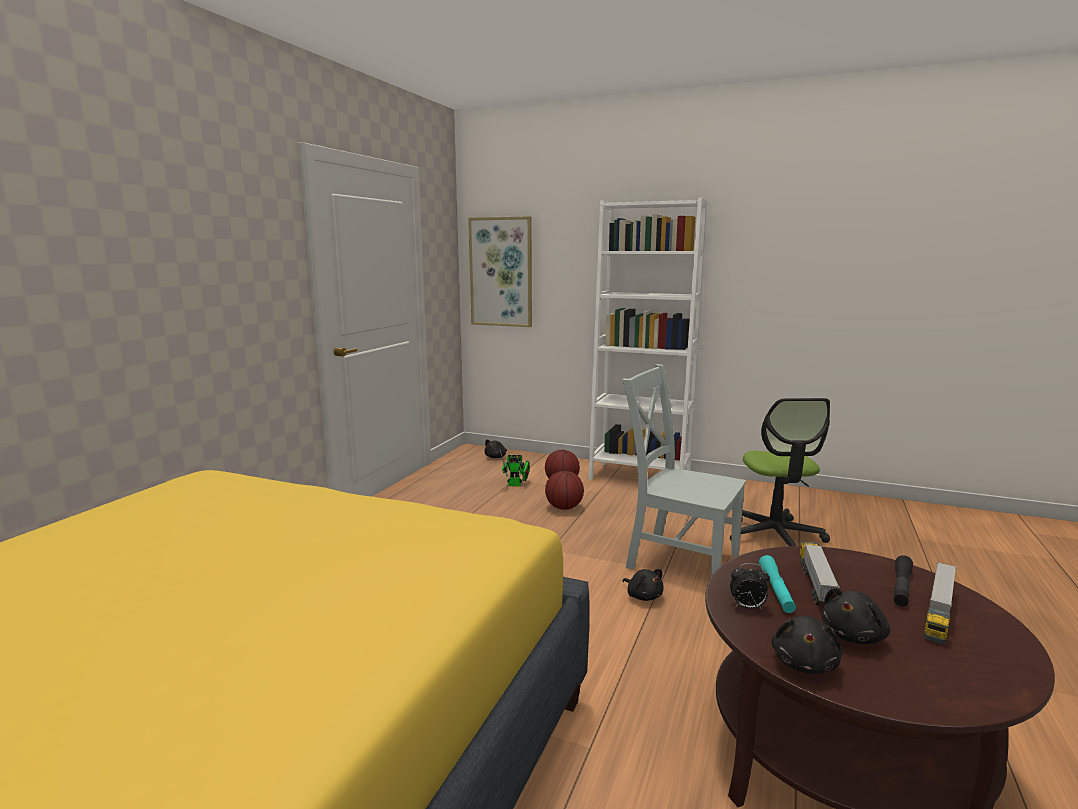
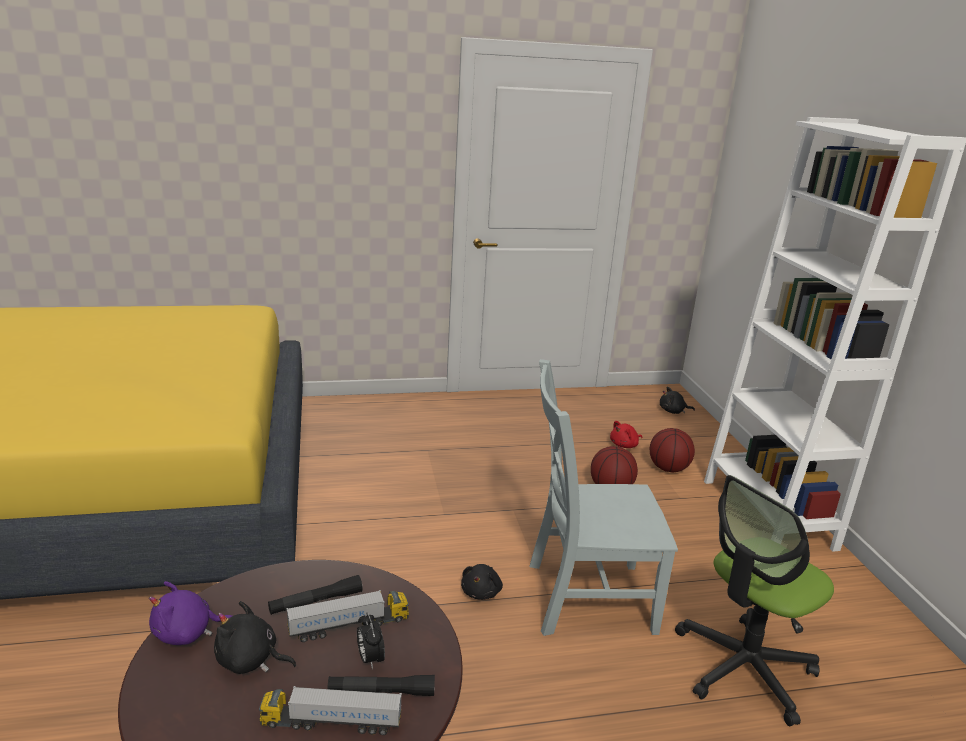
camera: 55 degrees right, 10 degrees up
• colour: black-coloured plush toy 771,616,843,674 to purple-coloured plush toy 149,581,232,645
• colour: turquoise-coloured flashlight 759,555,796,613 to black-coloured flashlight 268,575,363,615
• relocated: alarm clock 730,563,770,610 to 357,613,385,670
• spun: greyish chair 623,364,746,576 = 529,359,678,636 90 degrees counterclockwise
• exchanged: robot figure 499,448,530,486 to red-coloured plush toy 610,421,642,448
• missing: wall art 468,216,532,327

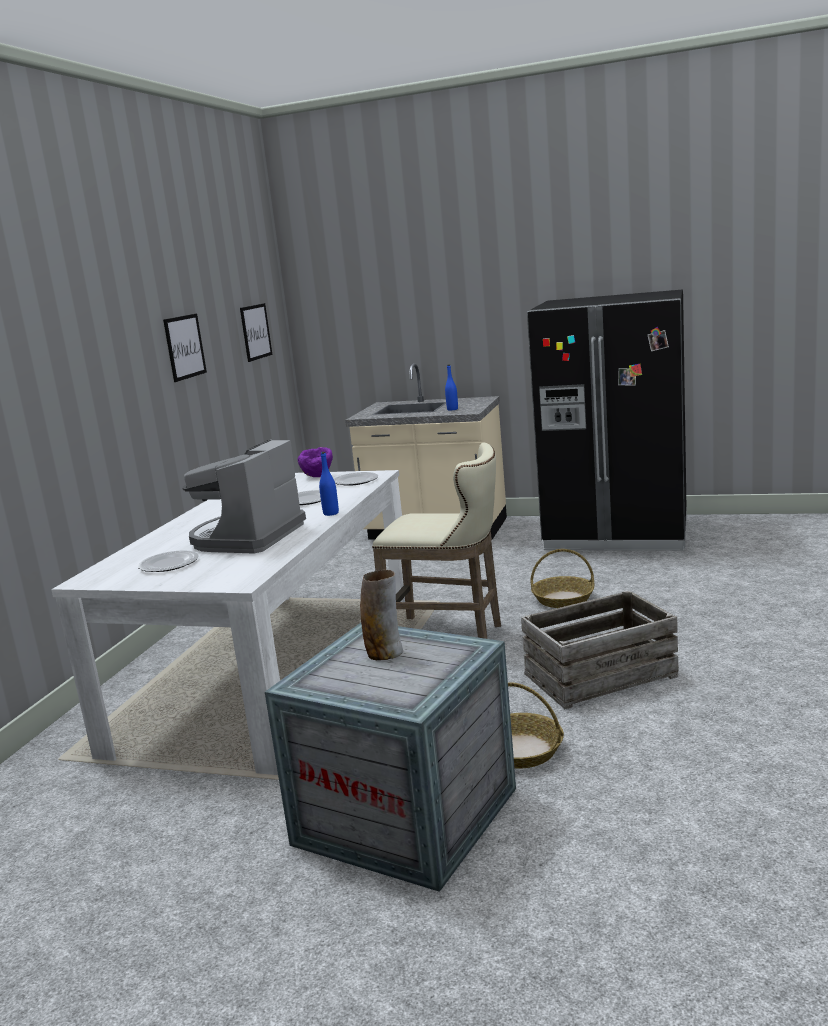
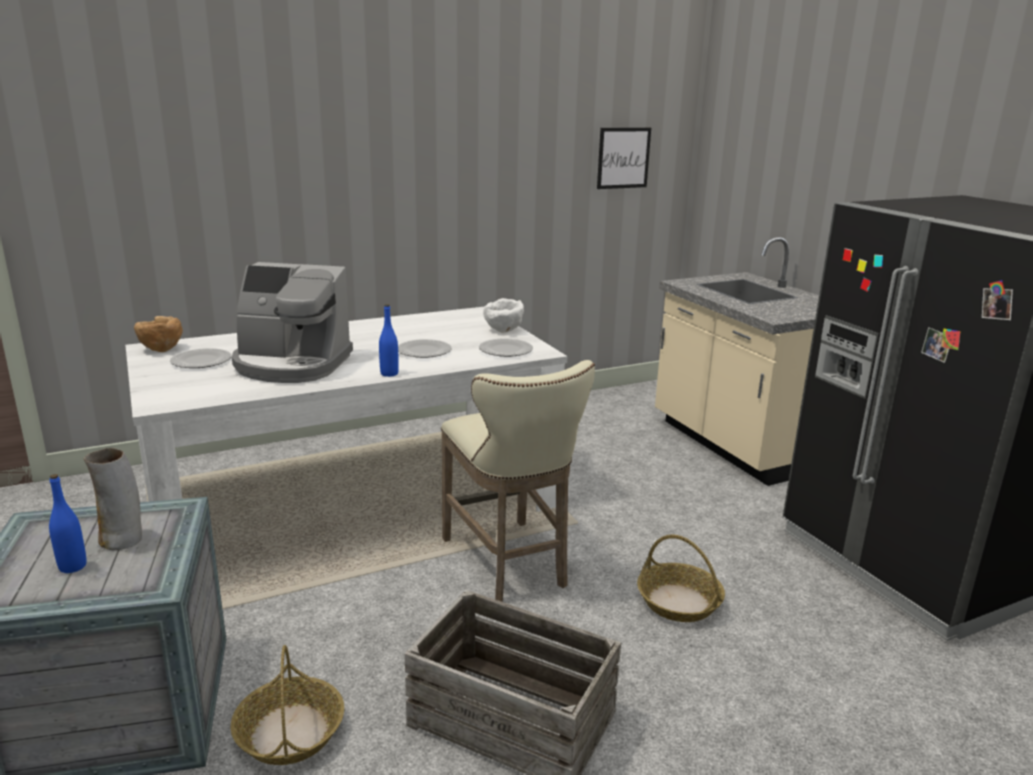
camera: 45 degrees right, 5 degrees up
• relocated: blue-coloured beverage bottle 445,364,458,410 to 49,474,87,573
• appeared: brownish bowl 134,316,183,352
• spun: coffee machine 182,439,306,554 = 232,262,353,383 150 degrees counterclockwise
• colour: purple-coloured bowl 298,447,333,477 to white bowl 483,298,524,333
• missing: wall art 163,314,207,382

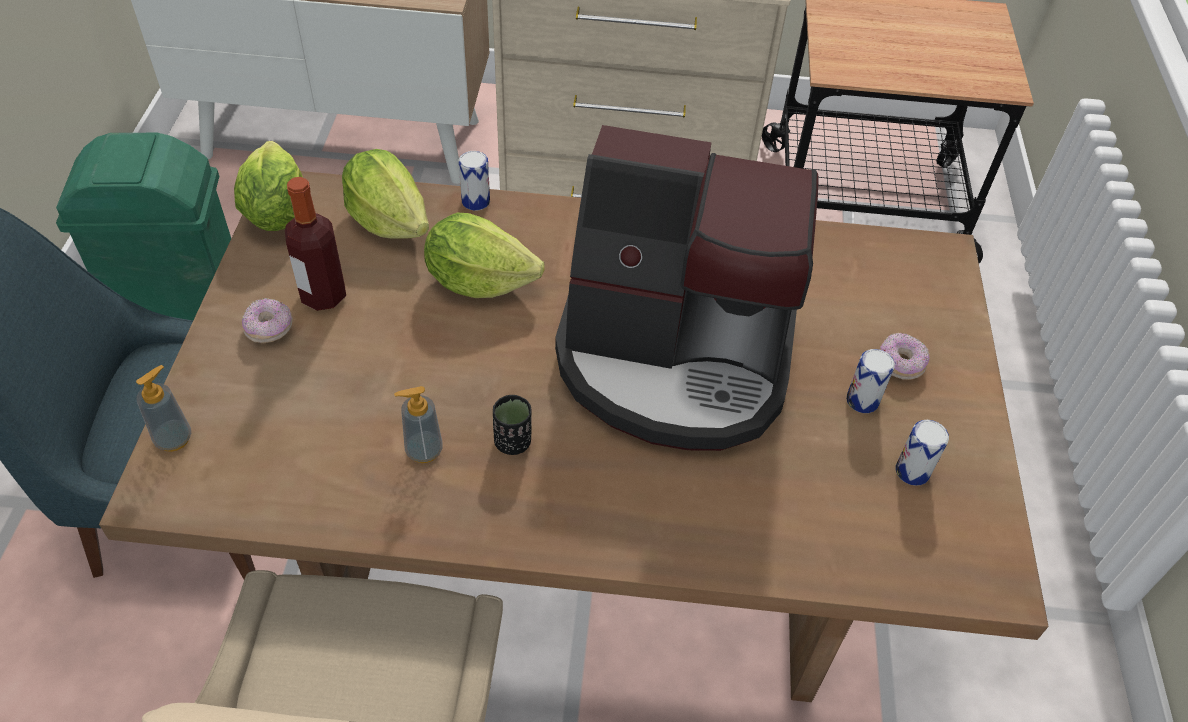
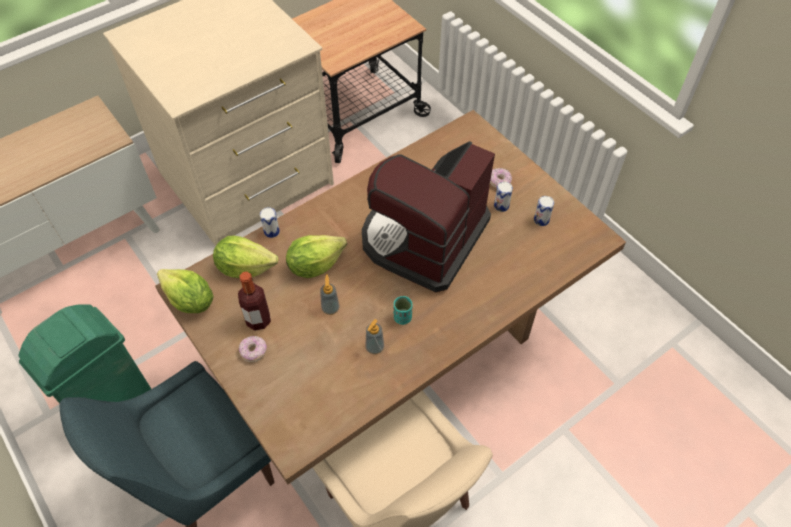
camera: 40 degrees left, 5 degrees up
• relocated: liquid soap bottle 136,365,191,452 to 320,275,340,315
• spun: coffee machine 555,125,819,451 = 362,141,495,292 150 degrees clockwise
• colour: black-coloured small cup 493,395,532,455 to turquoise-coloured small cup 394,296,412,325

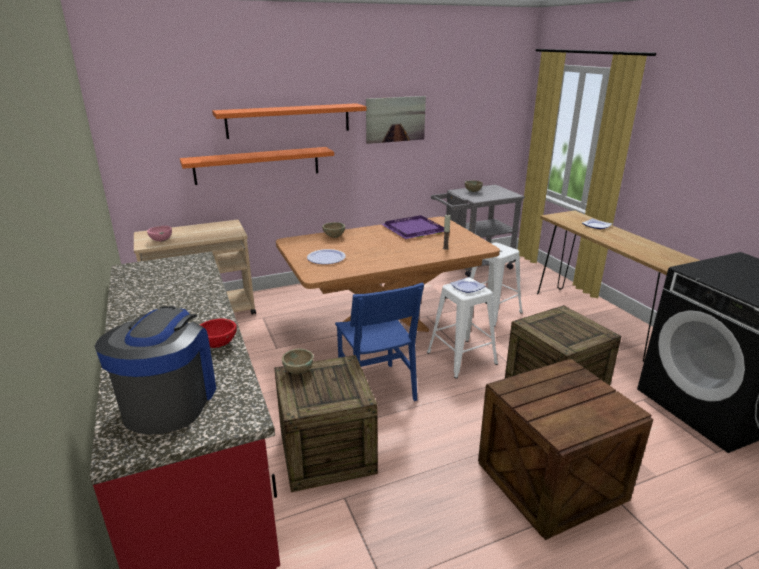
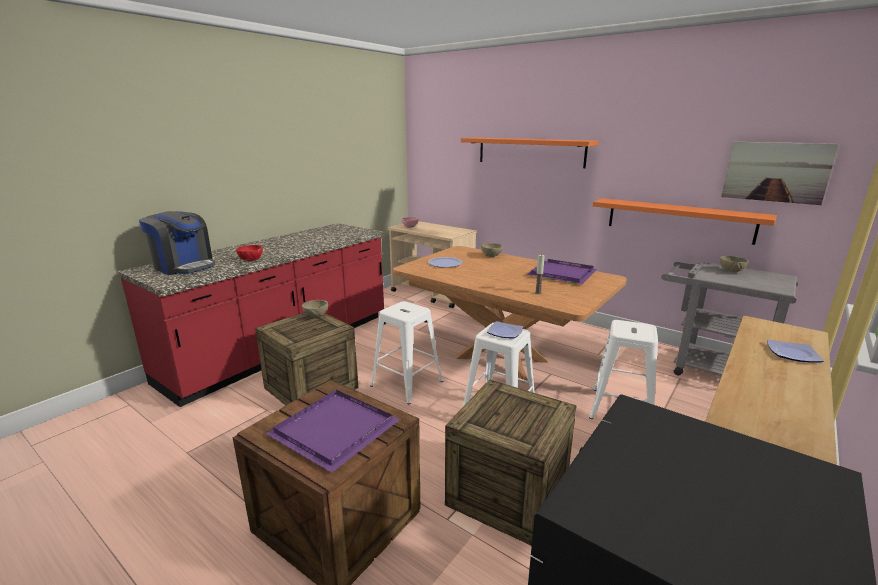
camera: 60 degrees right, 5 degrees down
• spun: coffee machine 94,306,217,435 = 139,211,215,275 60 degrees clockwise
• appeared: purple-coloured carrying tray 265,390,400,473
• exchanged: blue-coloured chair 335,282,424,401 to white sitting stool 370,301,443,404
• relocated: orangey bracket shelf 180,147,334,185 to 593,198,777,245
• relocated: wall art 366,96,426,144 to 721,141,839,205

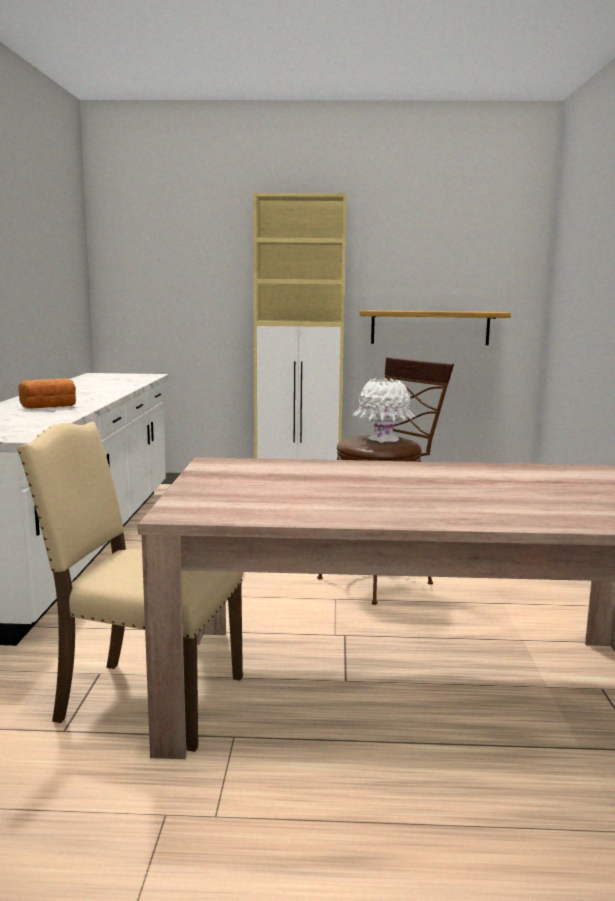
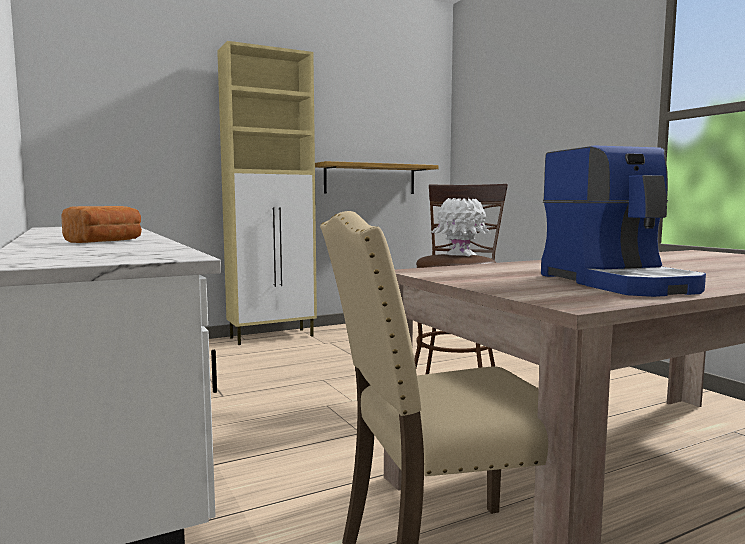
camera: 30 degrees left, 5 degrees down
• appeared: coffee machine 541,145,706,297

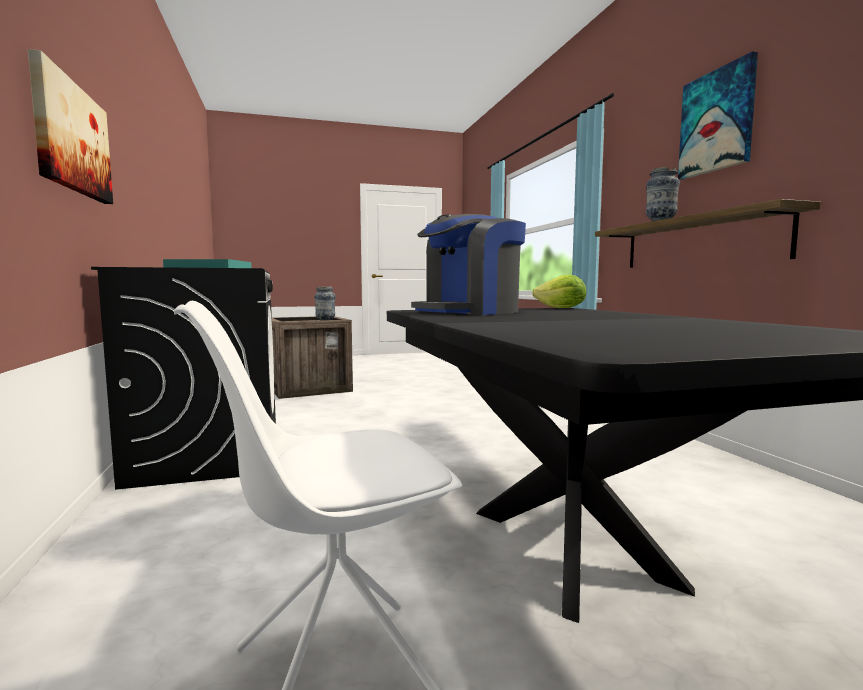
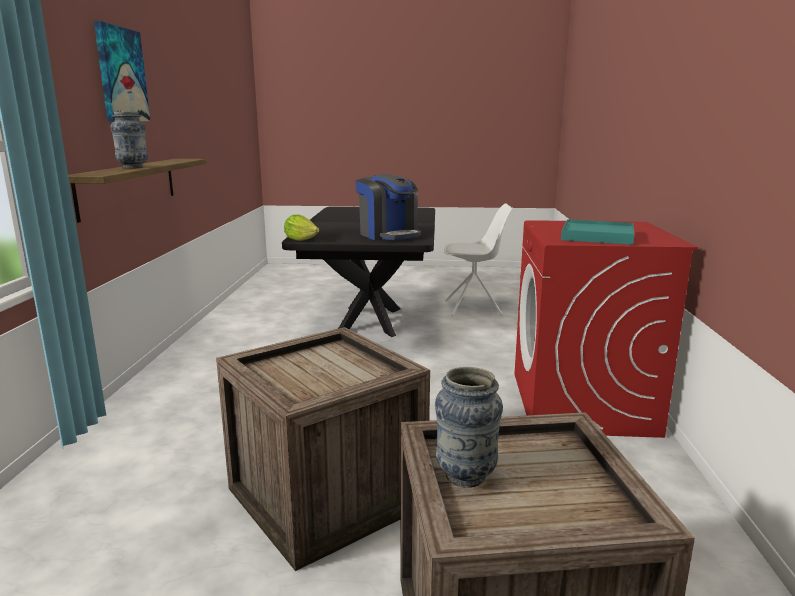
camera: 160 degrees left, 10 degrees up
• appeared: shipping crate 216,327,430,571
• spun: coffee machine 411,214,526,315 = 355,174,421,240 75 degrees clockwise
• colour: black-coloured laundry machine 91,267,276,490 to red-coloured laundry machine 514,220,698,438
• missing: wall art 28,49,113,204

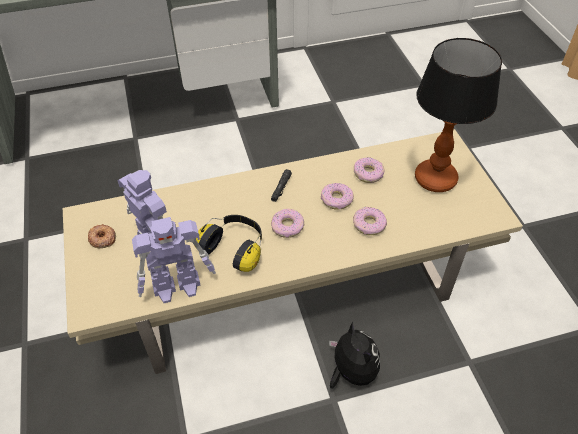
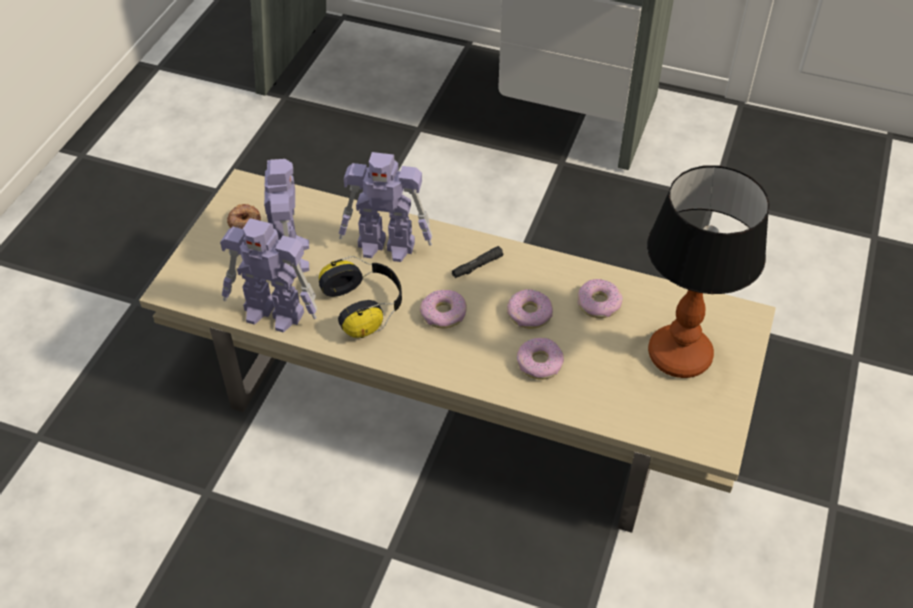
camera: 35 degrees right, 0 degrees up
• appeared: robot figure 339,152,432,262
• missing: plush toy 329,322,380,389

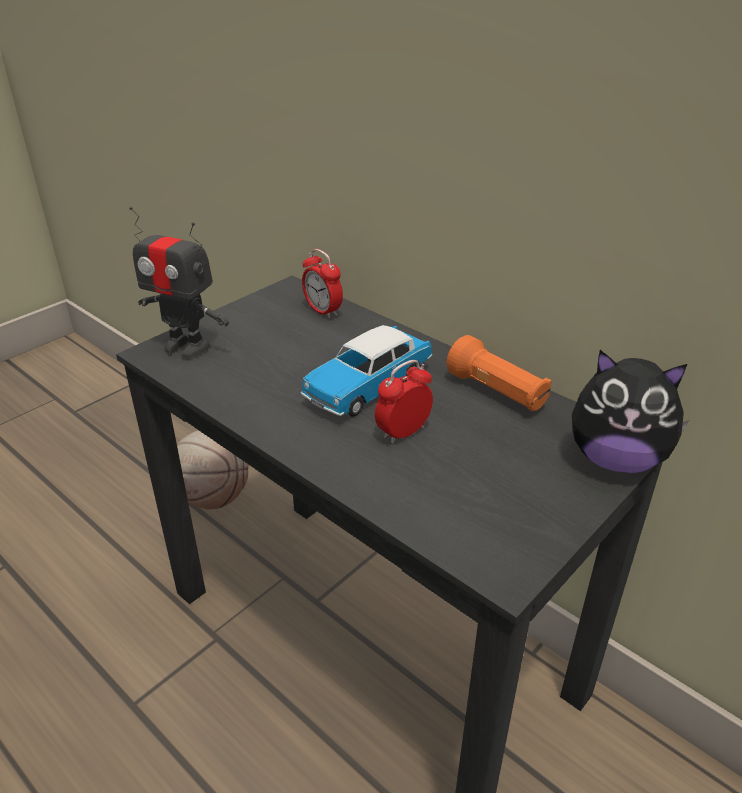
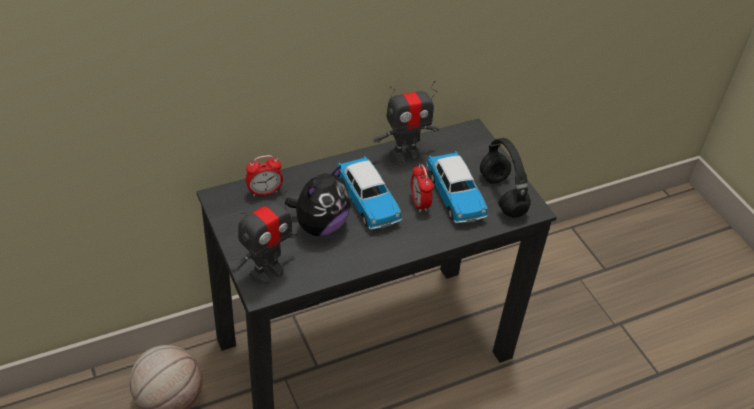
camera: 70 degrees left, 10 degrees up
• relocated: plush toy 572,350,689,473 to 285,165,350,236
• exchanged: orangey flashlight 447,335,552,411 to robot figure 374,81,439,164
• appeared: miniature car 426,152,487,223
• appeared: black-coloured headphones 480,138,531,218

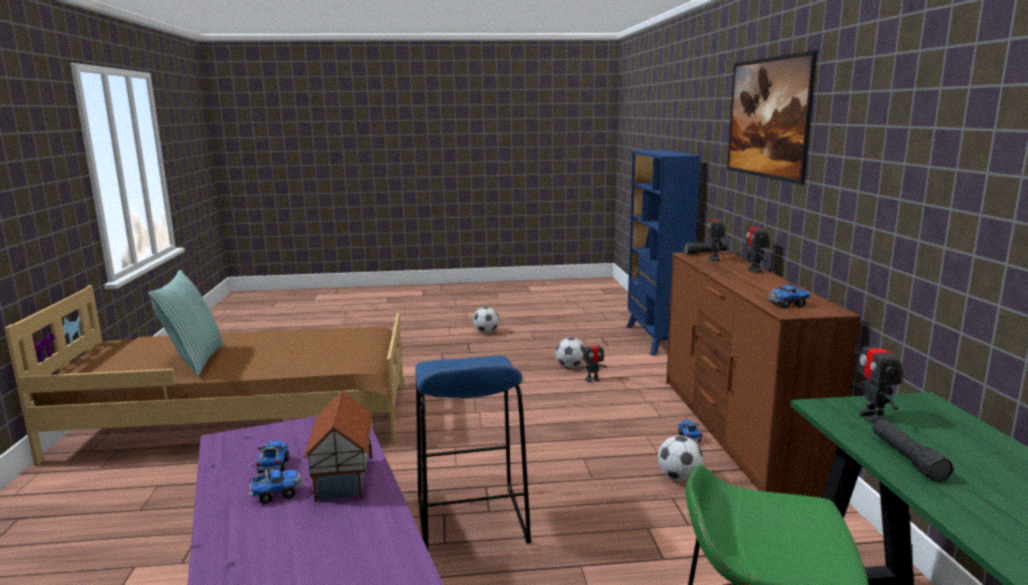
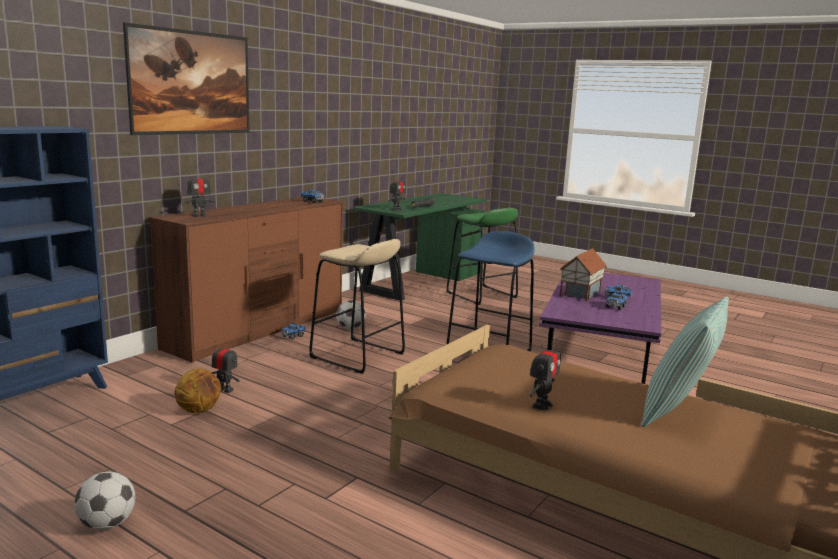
camera: 140 degrees left, 0 degrees up
• exchanged: football ball 555,337,585,368 to basketball 175,369,221,413
• appeared: beige sitting stool 309,239,405,374
• relocated: robot figure 746,216,769,273 to 530,338,561,410
• missing: black-coloured flashlight 683,242,728,255

